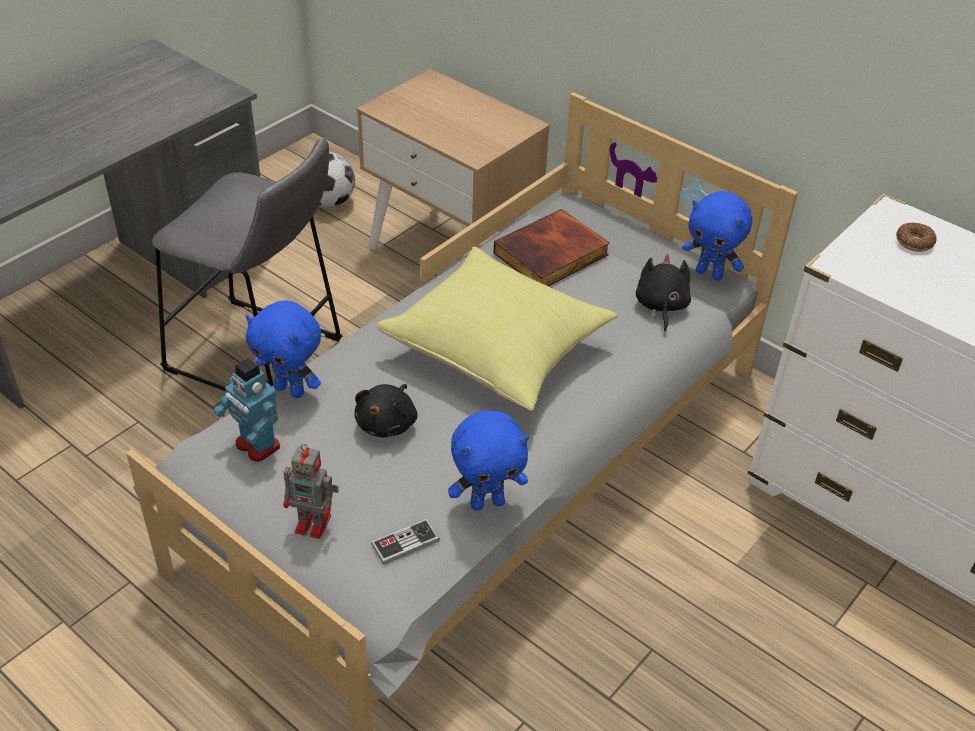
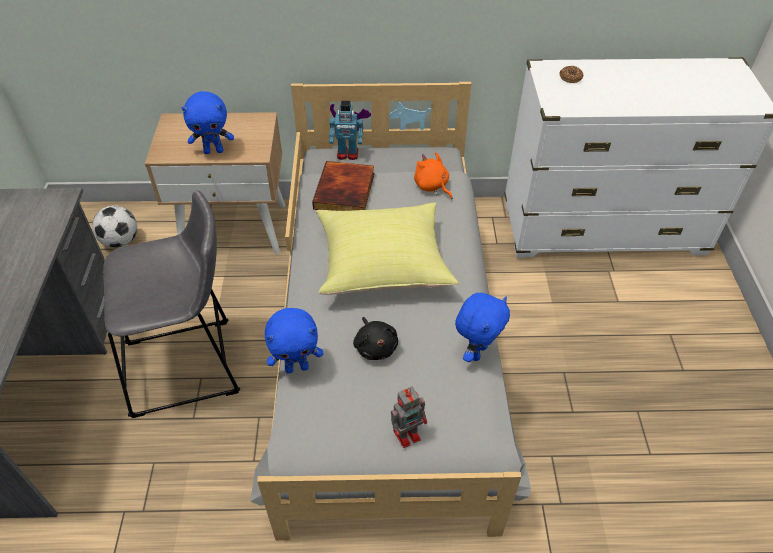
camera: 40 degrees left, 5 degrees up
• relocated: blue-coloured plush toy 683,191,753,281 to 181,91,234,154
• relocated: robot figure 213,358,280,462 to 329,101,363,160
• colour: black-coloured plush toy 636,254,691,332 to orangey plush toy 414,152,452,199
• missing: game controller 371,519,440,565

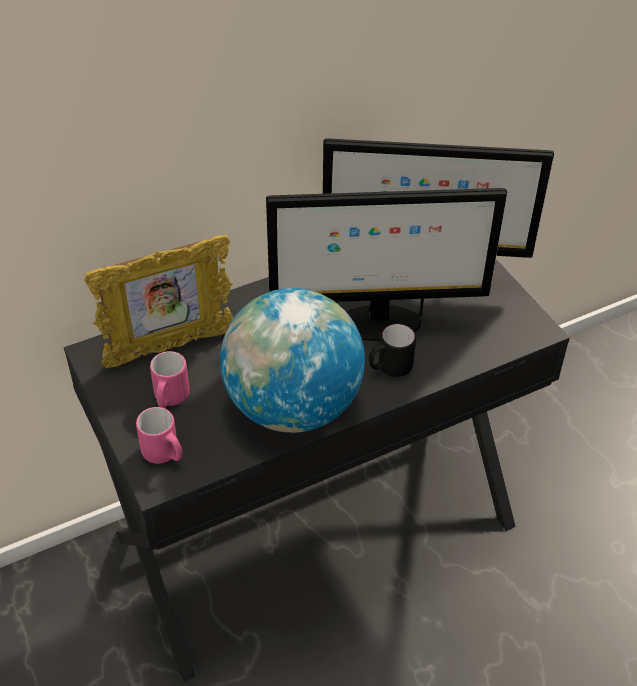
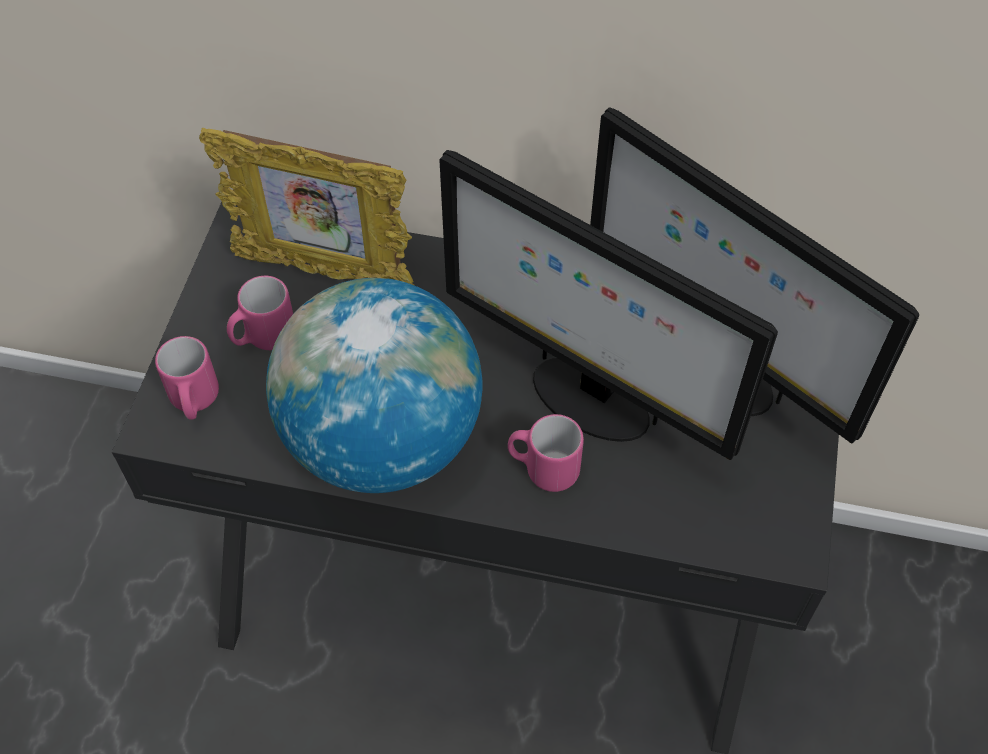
camera: 40 degrees right, 10 degrees up
• colour: black-coloured mug 369,324,416,377 to pinkish mug 508,414,584,492

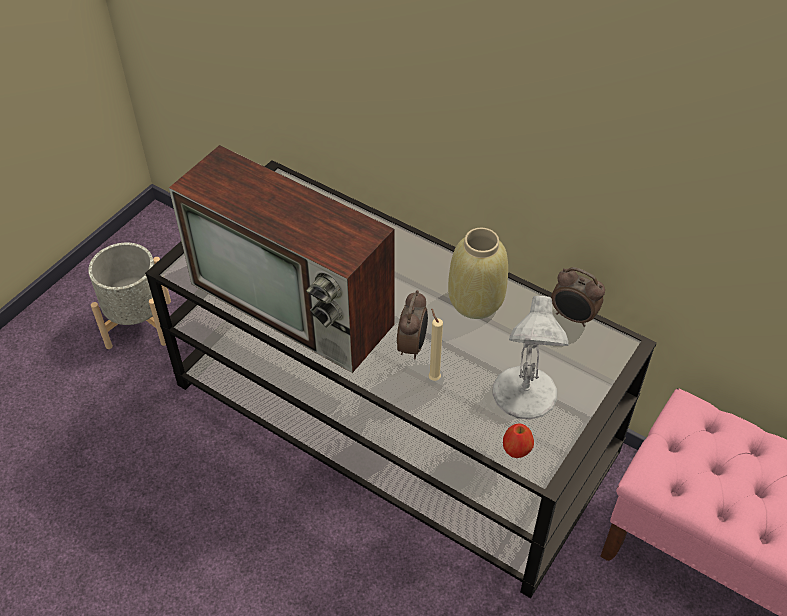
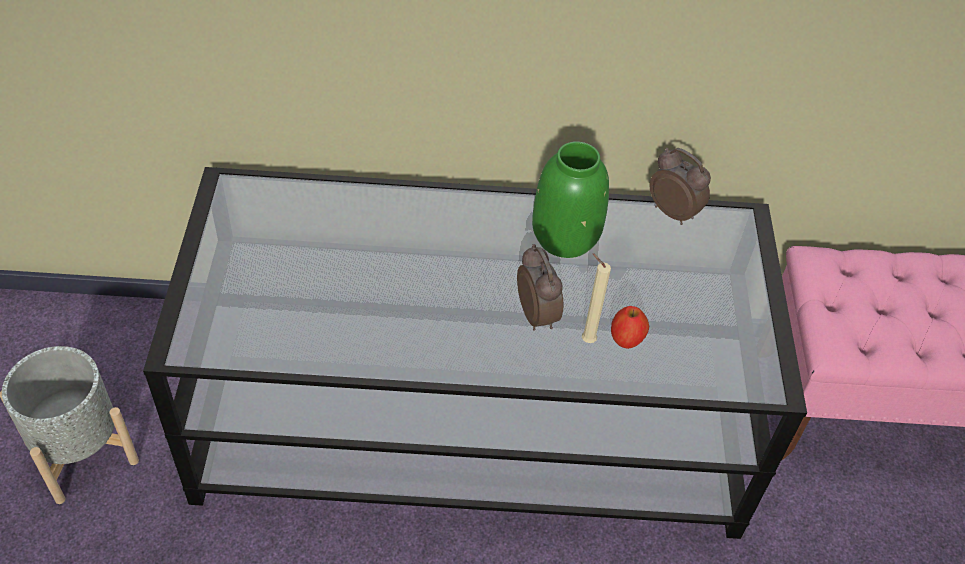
camera: 35 degrees left, 0 degrees up
• colour: beige decorative vase 448,228,508,319 to green-coloured decorative vase 532,142,609,258
• relocated: whole apple 503,423,534,458 to 611,306,649,349
• spun: alarm clock 551,267,605,327 = 650,148,711,225 135 degrees counterclockwise
• missing: television 169,145,395,373
• missing: white lamp for a table 492,296,569,420

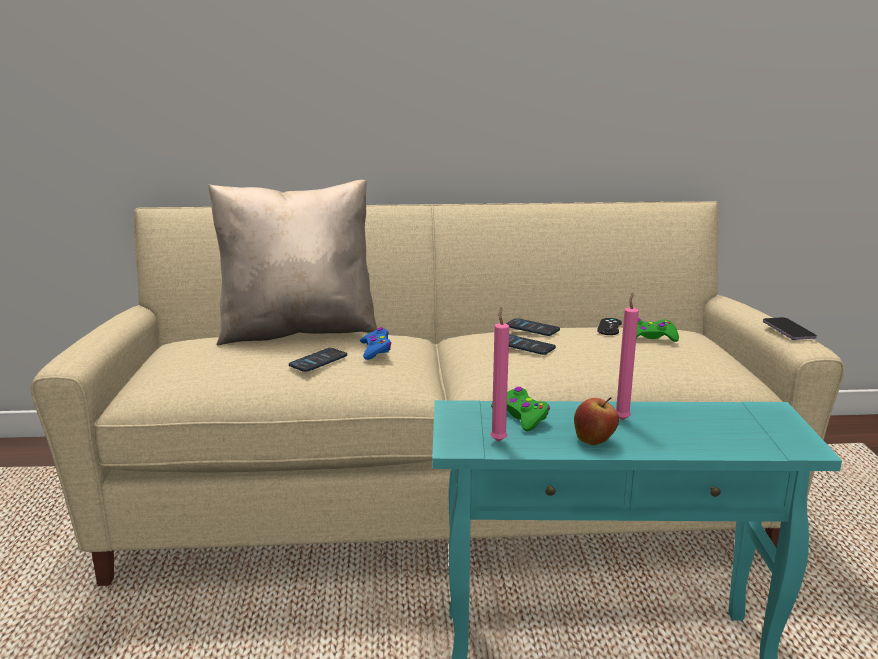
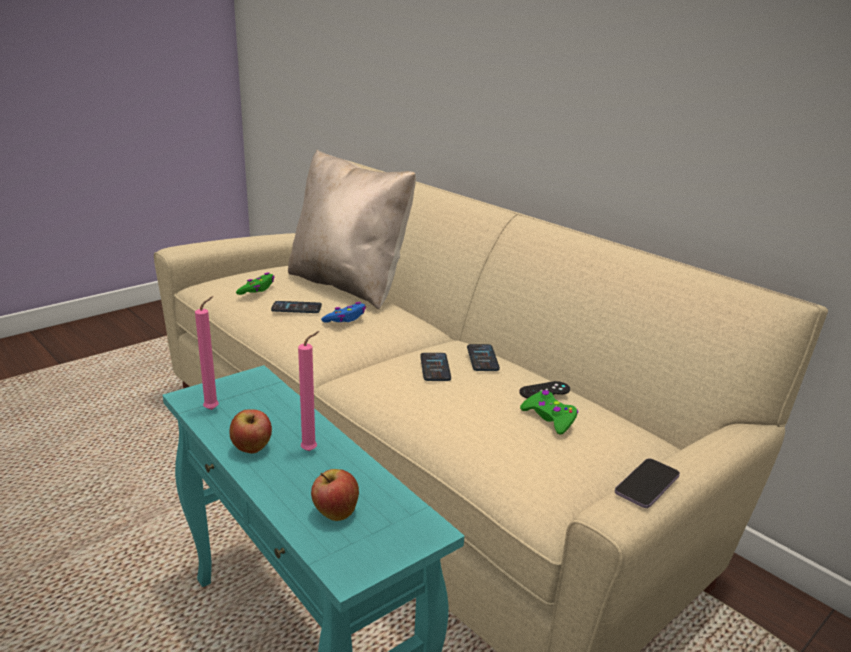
camera: 50 degrees right, 5 degrees up
• relocated: green-coloured game controller 491,387,550,431 to 236,272,274,295
• appeared: whole apple 311,469,359,521

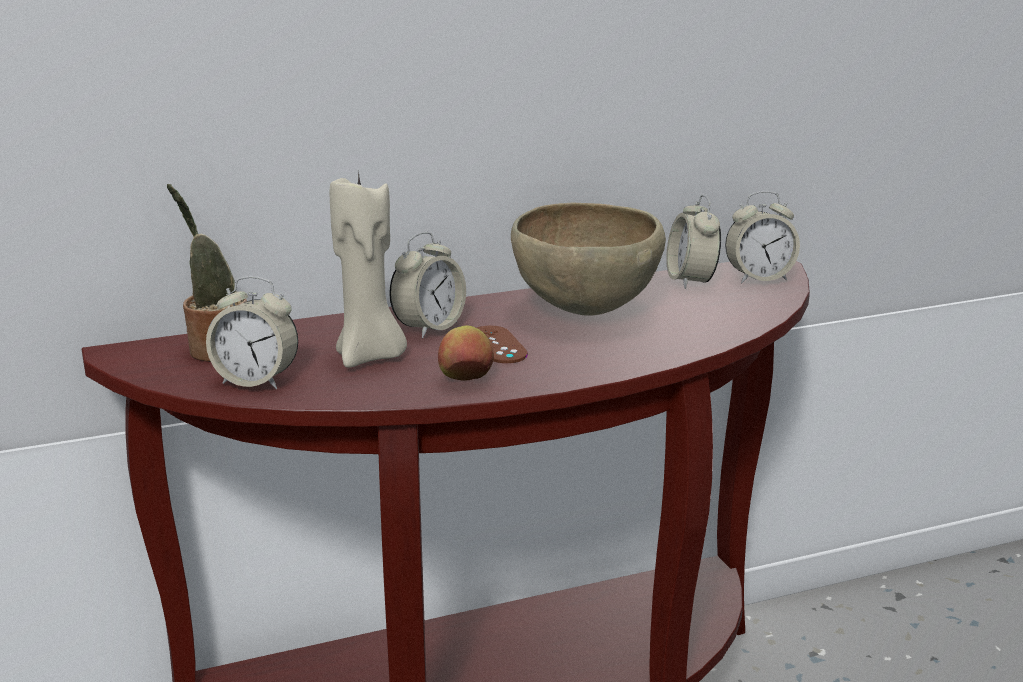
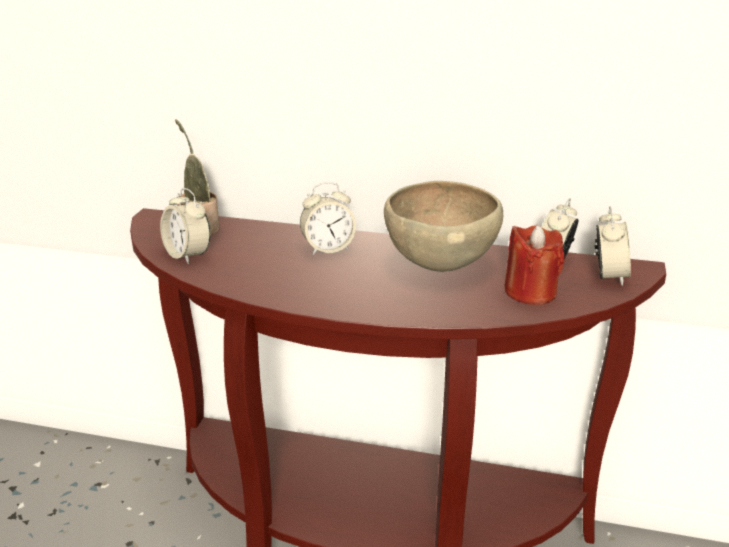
camera: 35 degrees right, 5 degrees up
• appeared: red-coloured wax light 505,225,564,305
• spun: alarm clock 725,191,800,283 = 595,206,631,286 105 degrees counterclockwise
• missing: beige wax light 329,170,407,368
• missing: whole apple 438,325,494,381
• missing: brownish game controller 477,326,528,363

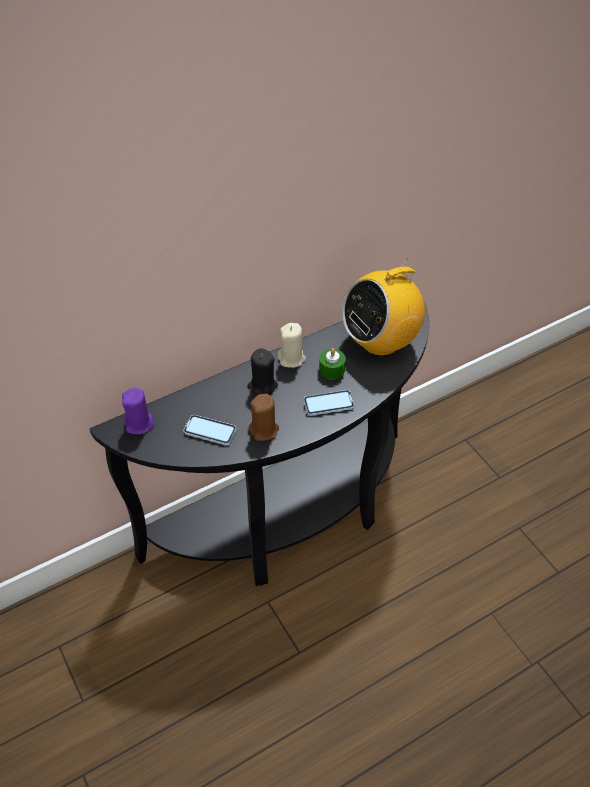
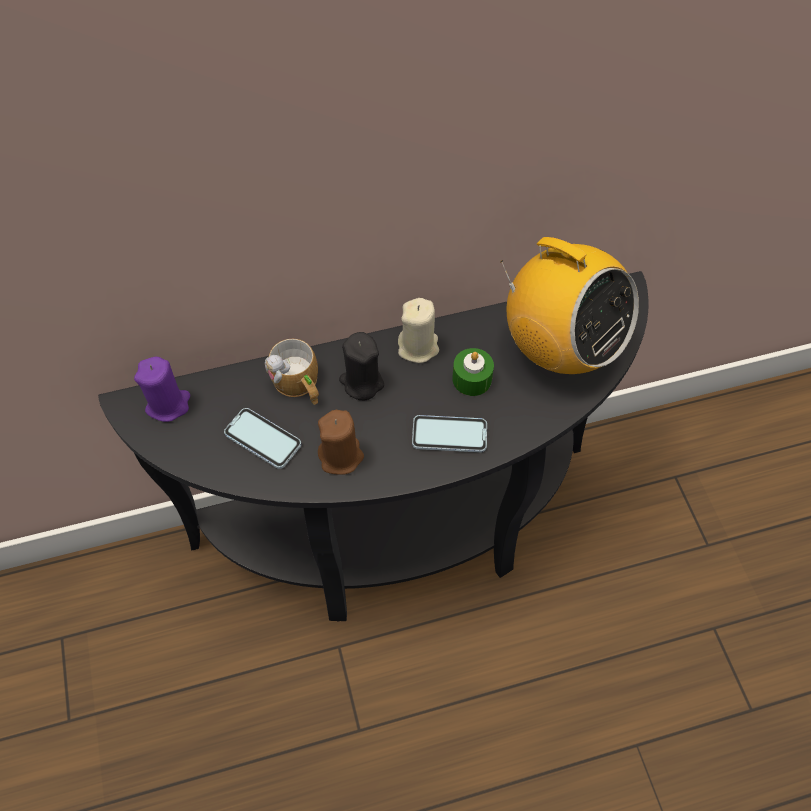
camera: 15 degrees right, 10 degrees up
• appeared: mug 265,339,319,405
• spun: radio set 342,258,425,356 = 500,237,639,374 120 degrees counterclockwise

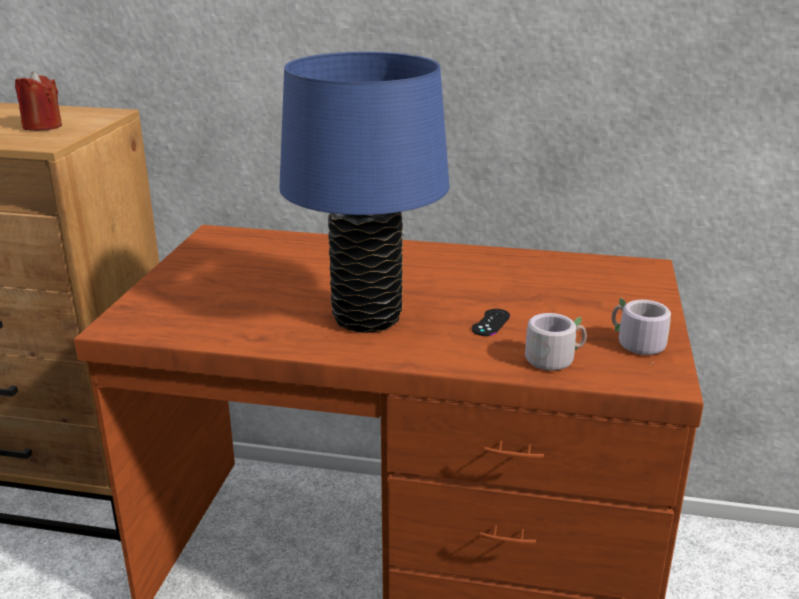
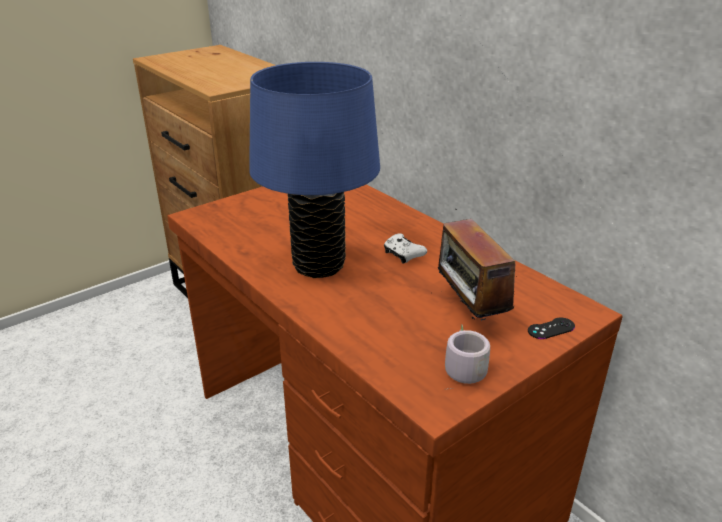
camera: 40 degrees right, 5 degrees up
• appeared: white game controller 384,233,427,264
• appeared: radio set 438,209,515,321
• relocated: black-coloured game controller 472,309,510,336 to 528,317,575,339
• missing: red-coloured wax light 15,71,62,131
• missing: greyish mug 514,313,587,371

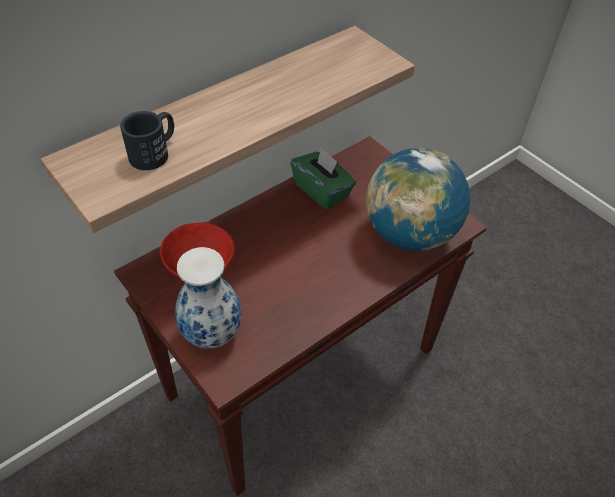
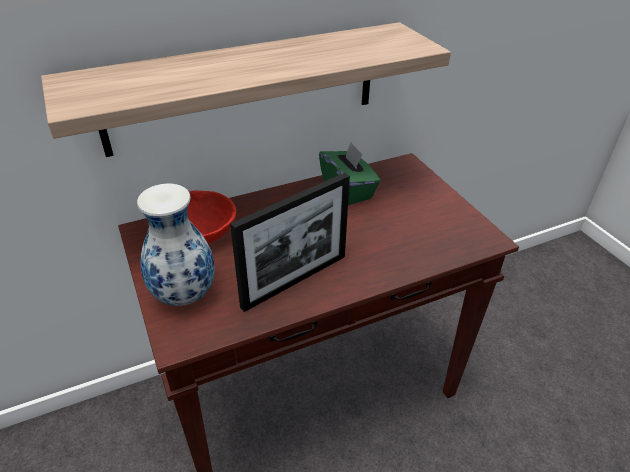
camera: 15 degrees right, 10 degrees down
• appeared: picture frame 230,173,350,312
• missing: black-coloured mug 120,111,174,170
• missing: world globe 366,148,471,251

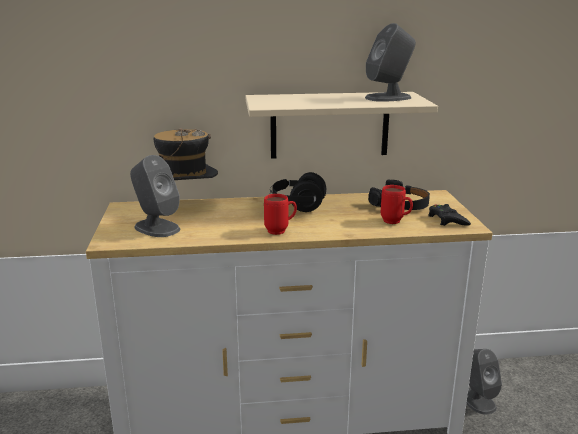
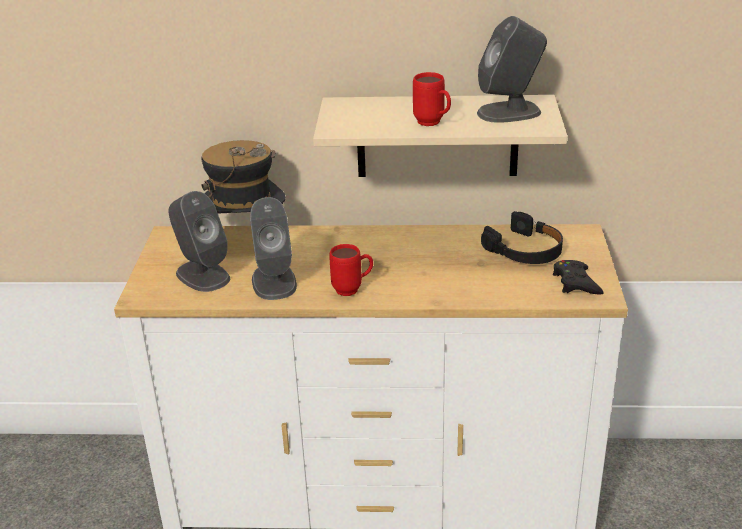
camera: 10 degrees right, 10 degrees up
• relocated: greyish loudspeaker 466,349,502,415 to 250,197,297,300
• relocated: red-coloured mug 381,185,413,224 to 413,72,451,126
• missing: black-coloured headphones 270,172,326,212

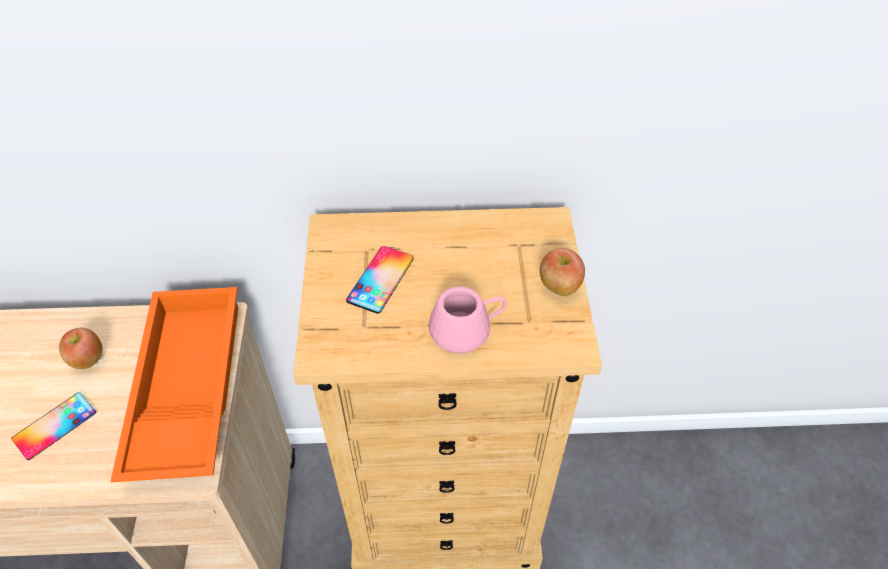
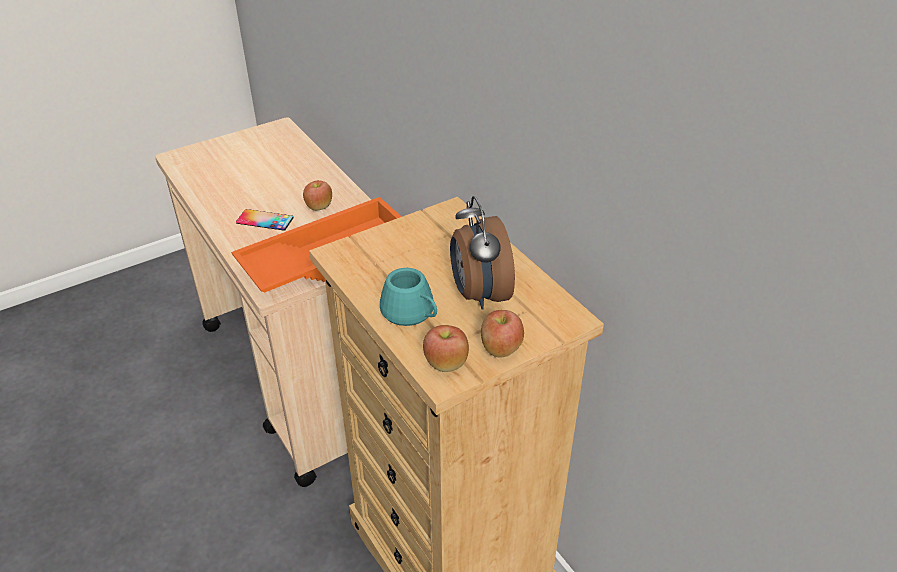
camera: 60 degrees right, 10 degrees down
• colour: pinkish mug 429,287,507,353 to turquoise-coloured mug 380,268,437,326
• appeared: whole apple 423,325,469,372
• appeared: alarm clock 450,196,515,310
• missing: phone 346,246,414,314

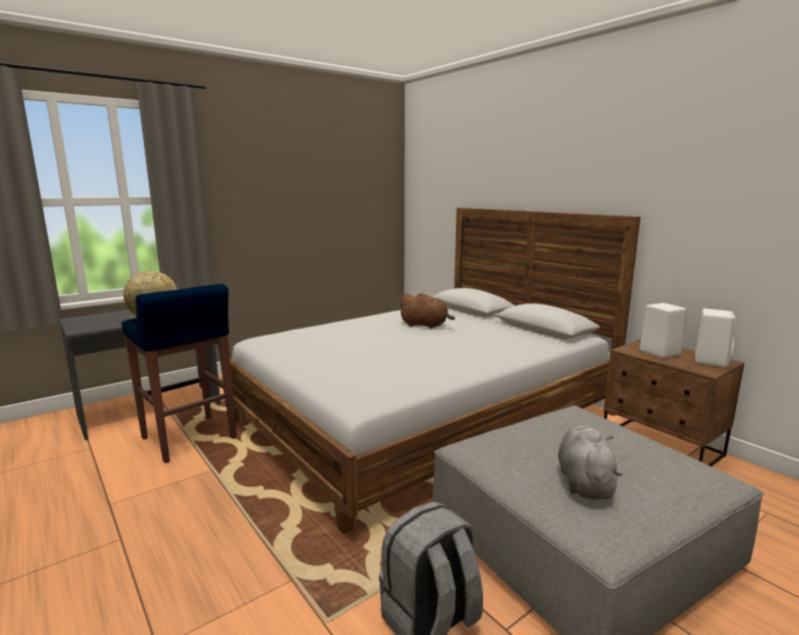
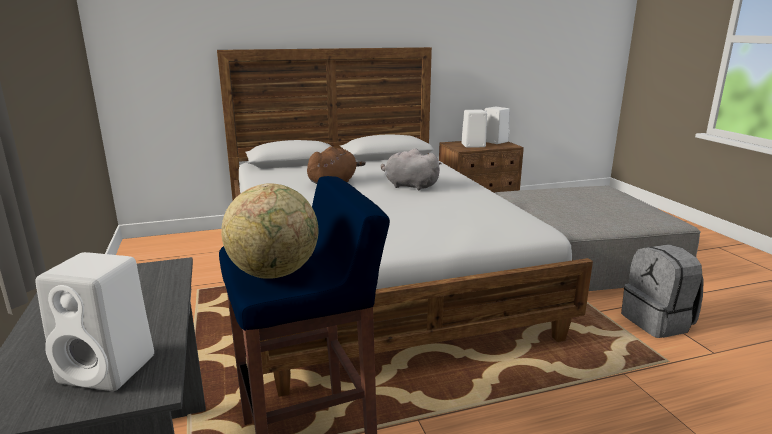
camera: 70 degrees left, 5 degrees up
• appeared: white loudspeaker 35,252,154,391
• relocated: greyish plush toy 558,426,622,500 to 381,149,442,190

